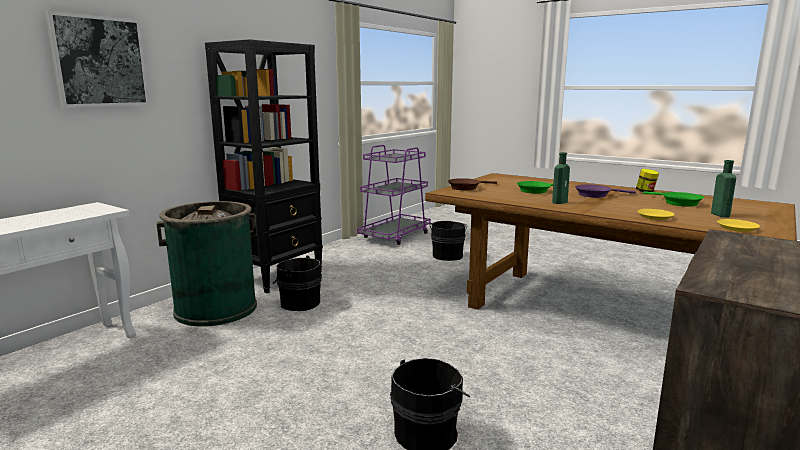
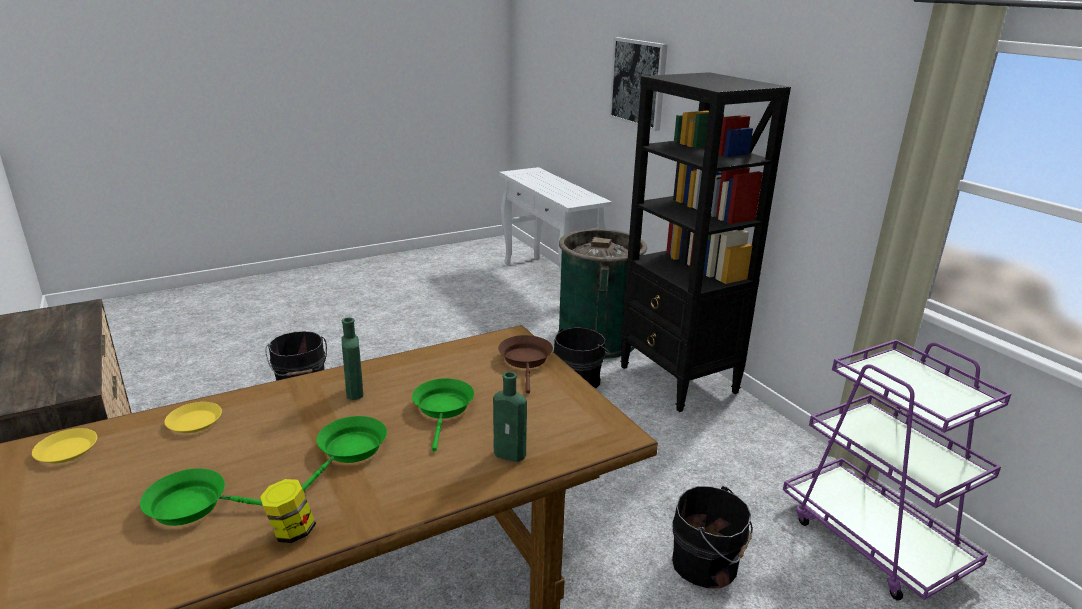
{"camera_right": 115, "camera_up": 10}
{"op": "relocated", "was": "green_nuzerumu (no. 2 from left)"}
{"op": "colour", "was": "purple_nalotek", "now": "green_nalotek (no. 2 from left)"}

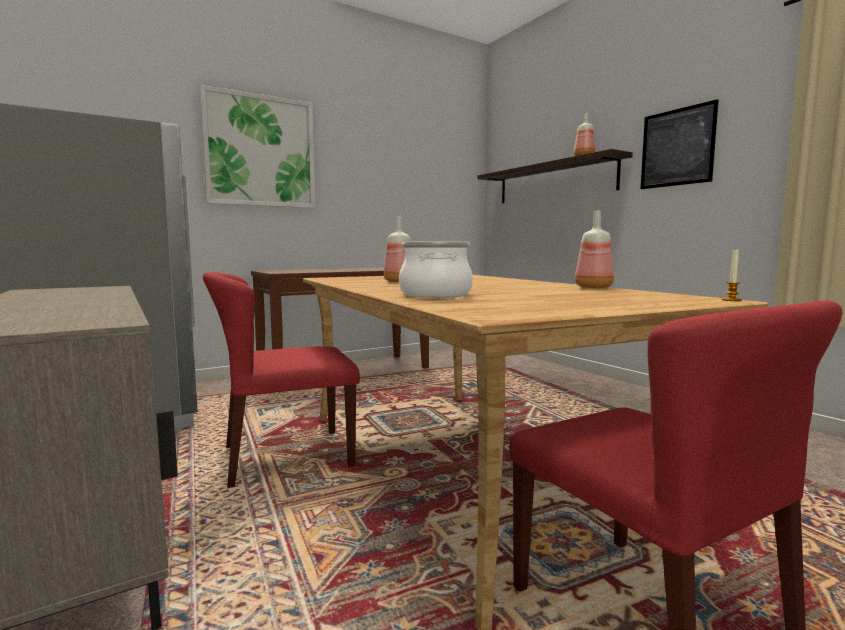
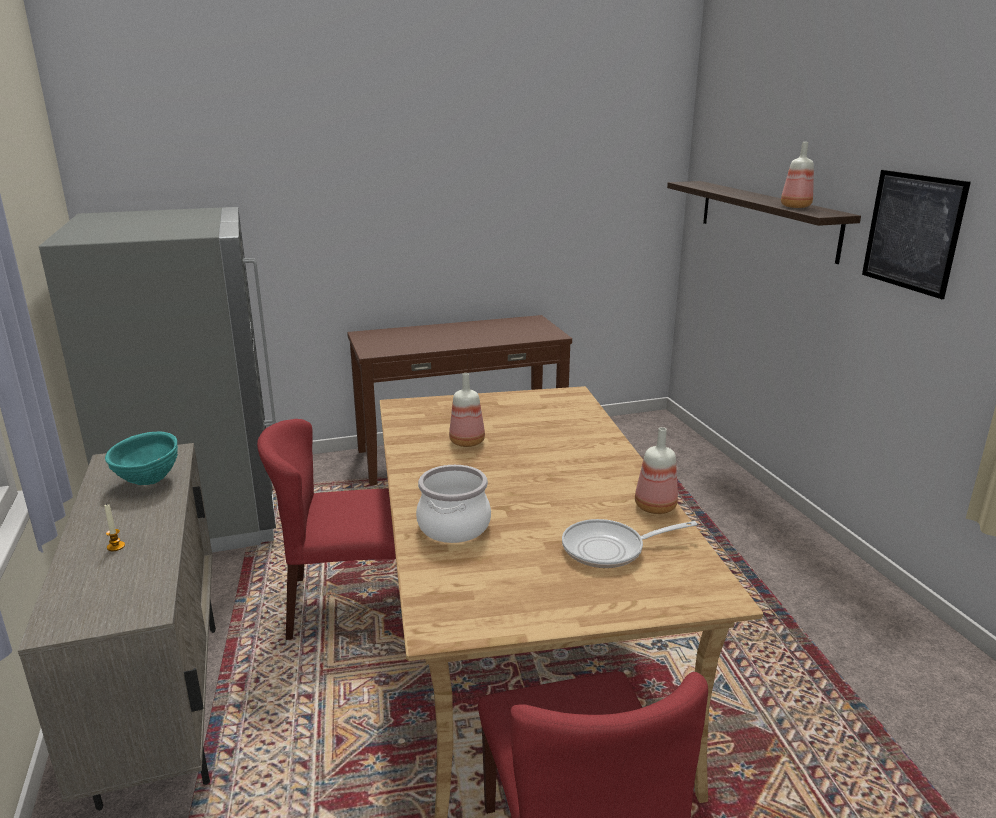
{"camera_right": 15, "camera_up": 15}
{"op": "missing", "was": "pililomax (no. 1 from left)"}
{"op": "appeared", "now": "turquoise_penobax"}
{"op": "appeared", "now": "nalotek"}
{"op": "relocated", "was": "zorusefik"}

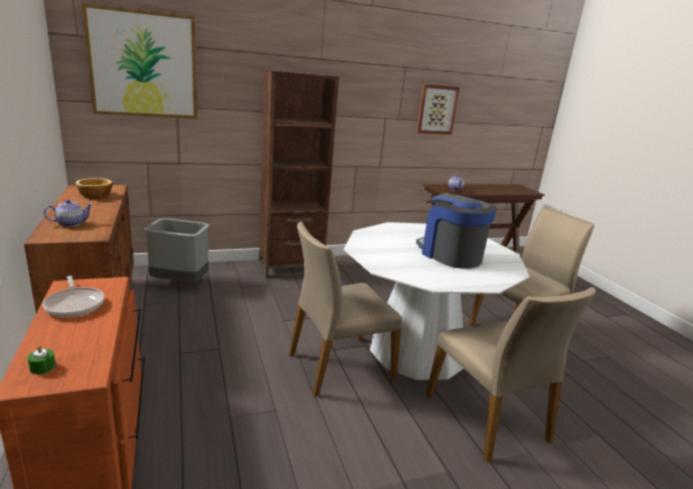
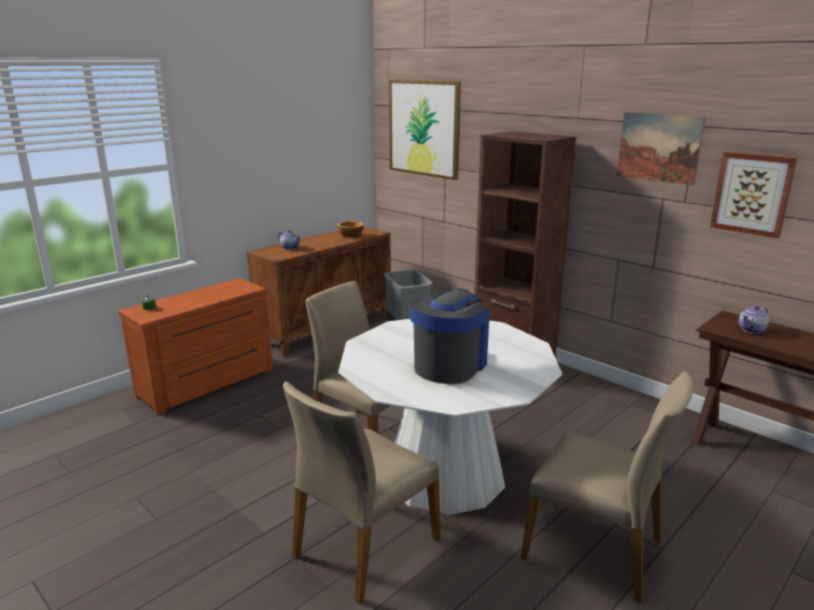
{"camera_right": 65, "camera_up": 0}
{"op": "missing", "was": "nalotek"}
{"op": "appeared", "now": "pililomax (no. 2 from left)"}

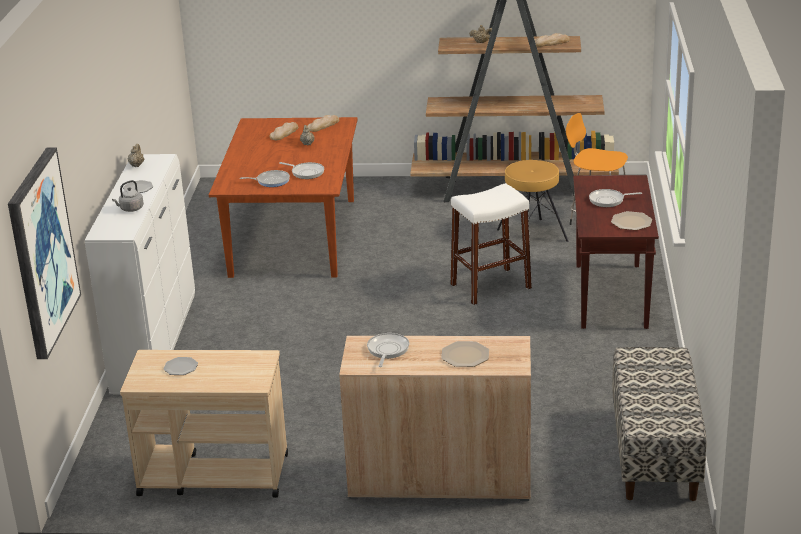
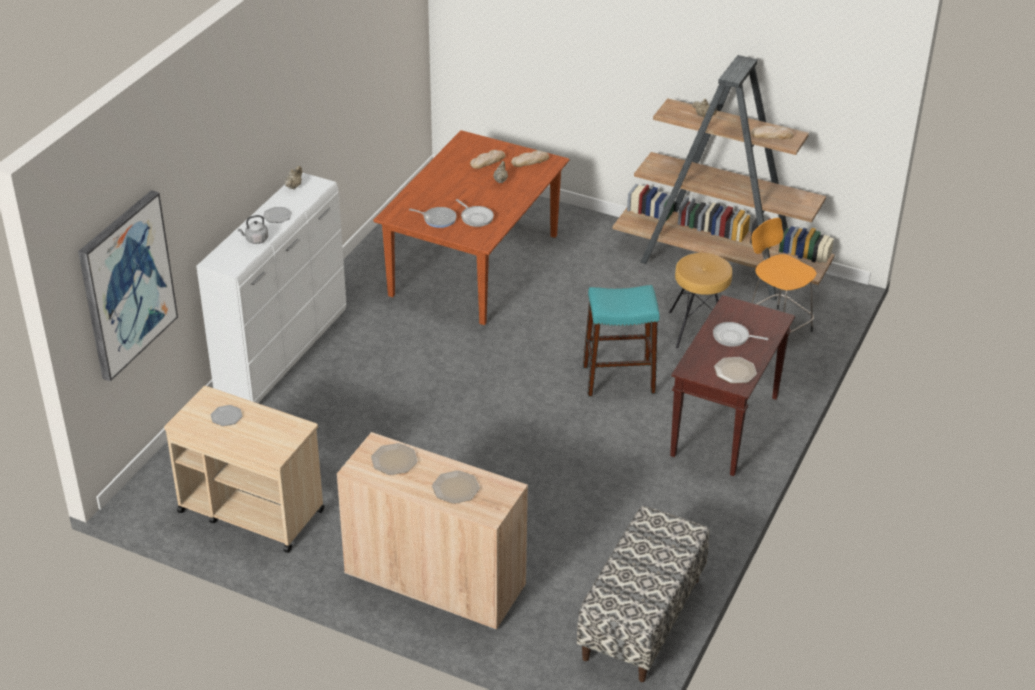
{"camera_right": 20, "camera_up": 10}
{"op": "exchanged", "was": "nalotek (no. 3 from left)", "now": "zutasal (no. 3 from left)"}
{"op": "colour", "was": "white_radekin", "now": "turquoise_radekin"}

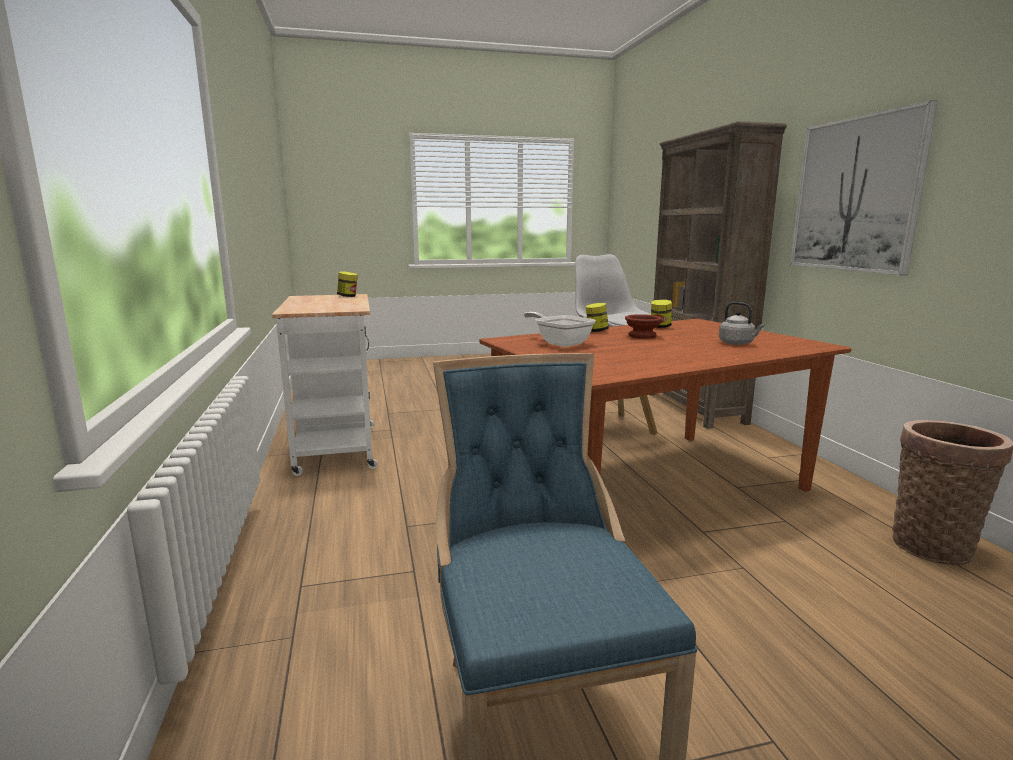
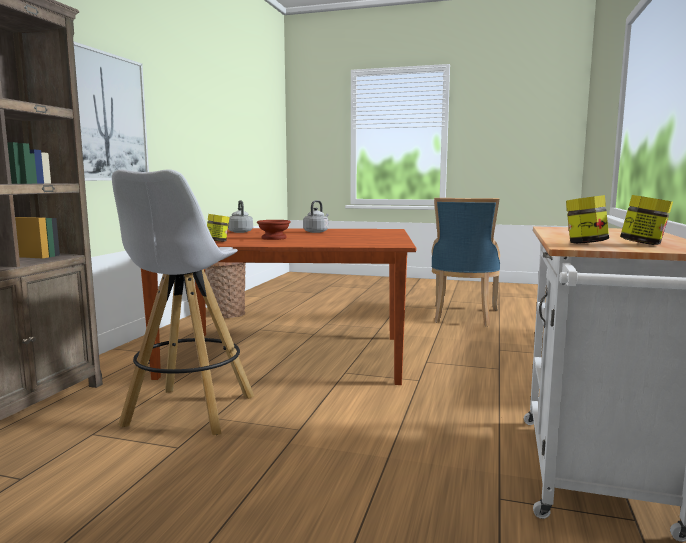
{"camera_right": -150, "camera_up": -5}
{"op": "missing", "was": "nalotek"}
{"op": "appeared", "now": "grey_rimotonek (no. 2 from left)"}
{"op": "relocated", "was": "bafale (no. 2 from left in the first image)", "now": "bafale (no. 3 from left)"}

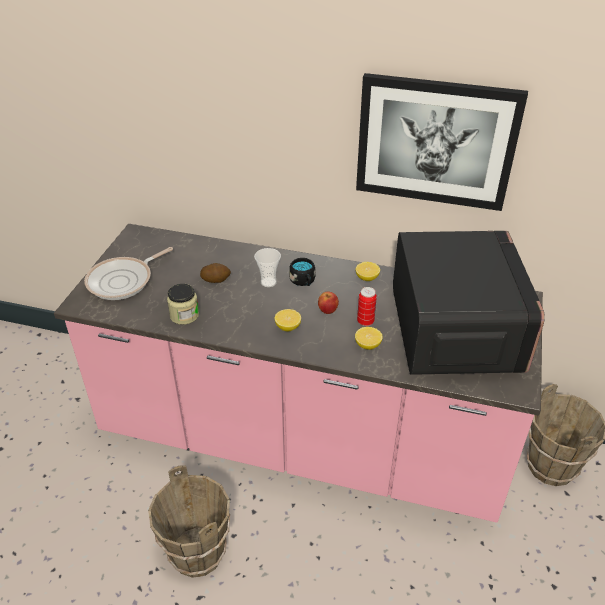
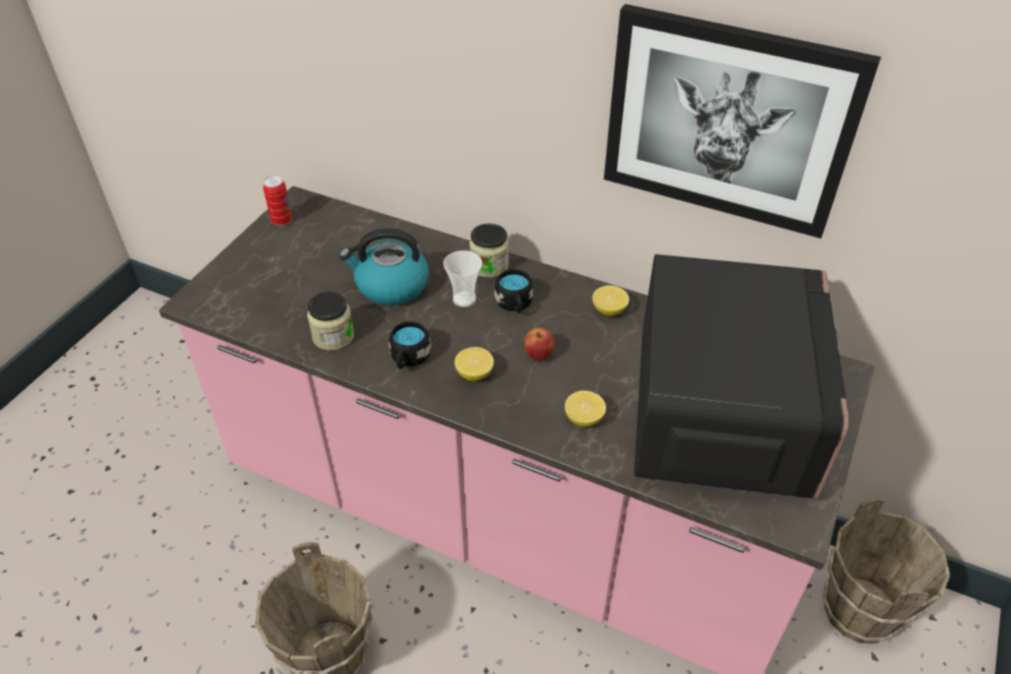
{"camera_right": 10, "camera_up": 5}
{"op": "missing", "was": "nalotek"}
{"op": "appeared", "now": "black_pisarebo (no. 1 from left)"}
{"op": "appeared", "now": "bafale (no. 2 from left)"}
{"op": "relocated", "was": "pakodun"}
{"op": "exchanged", "was": "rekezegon", "now": "rimotonek"}

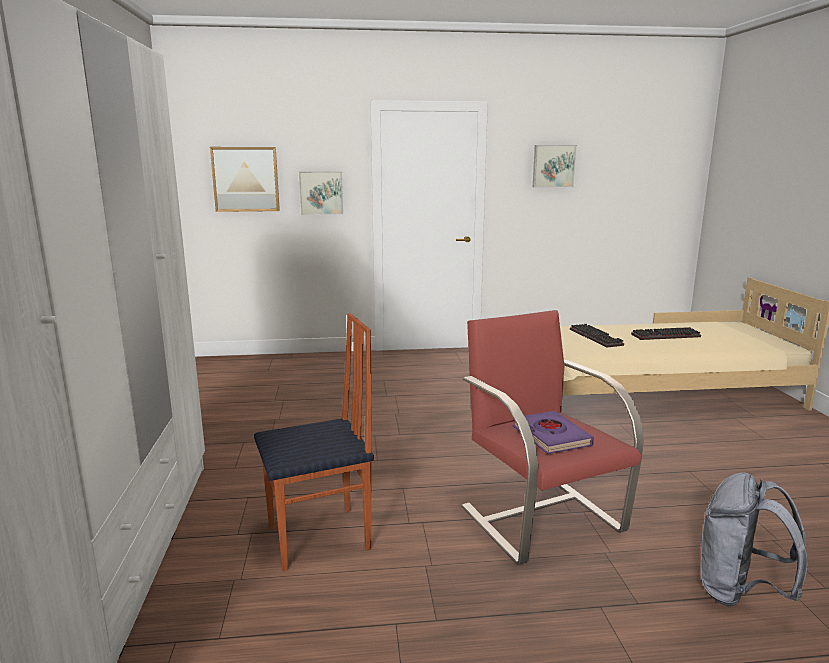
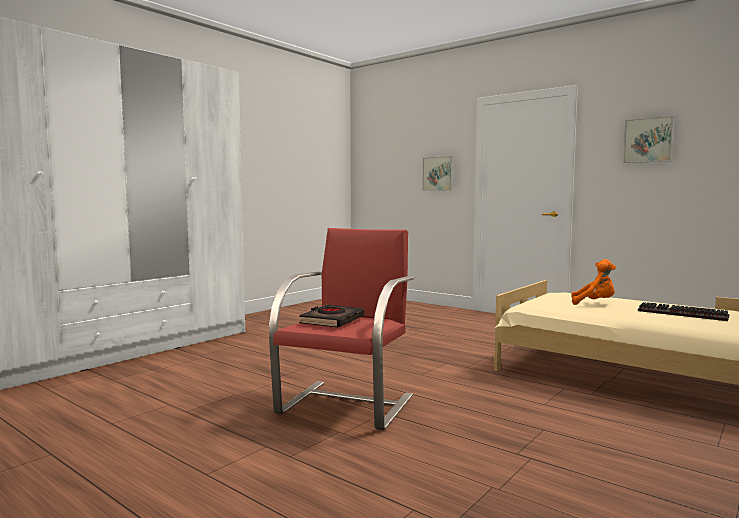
{"camera_right": 45, "camera_up": -10}
{"op": "missing", "was": "pililomax (no. 1 from left)"}
{"op": "missing", "was": "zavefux"}
{"op": "missing", "was": "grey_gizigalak"}
{"op": "exchanged", "was": "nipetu (no. 1 from left)", "now": "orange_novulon"}
{"op": "colour", "was": "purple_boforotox", "now": "black_boforotox"}

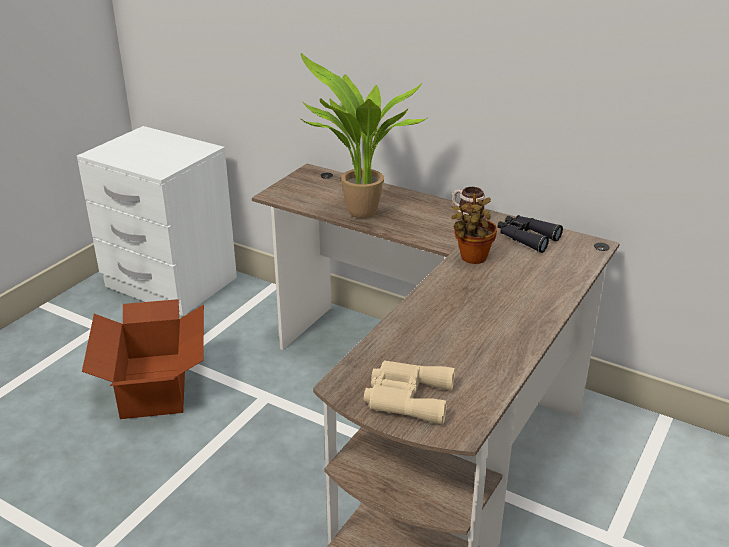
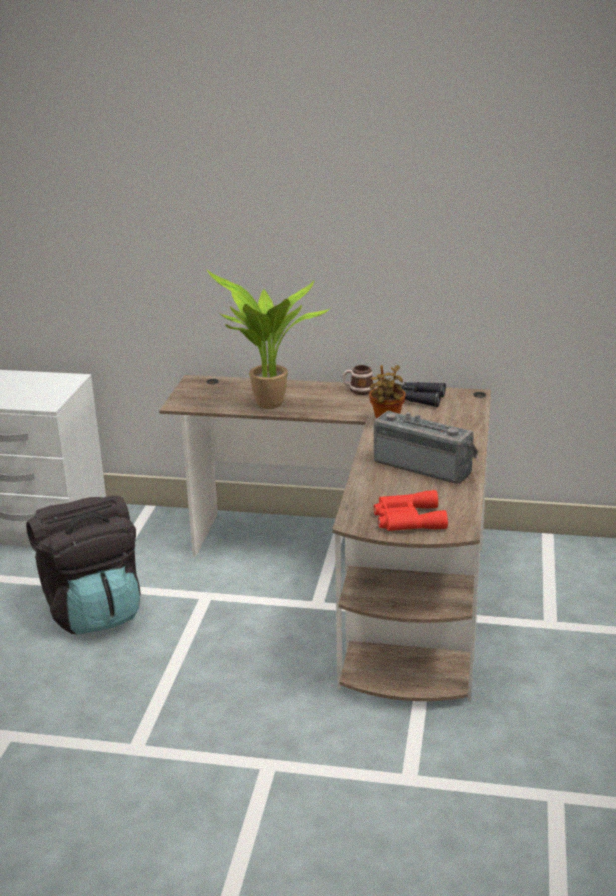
{"camera_right": -20, "camera_up": -5}
{"op": "appeared", "now": "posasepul"}
{"op": "exchanged", "was": "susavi", "now": "black_gizigalak"}
{"op": "colour", "was": "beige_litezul", "now": "red_litezul"}

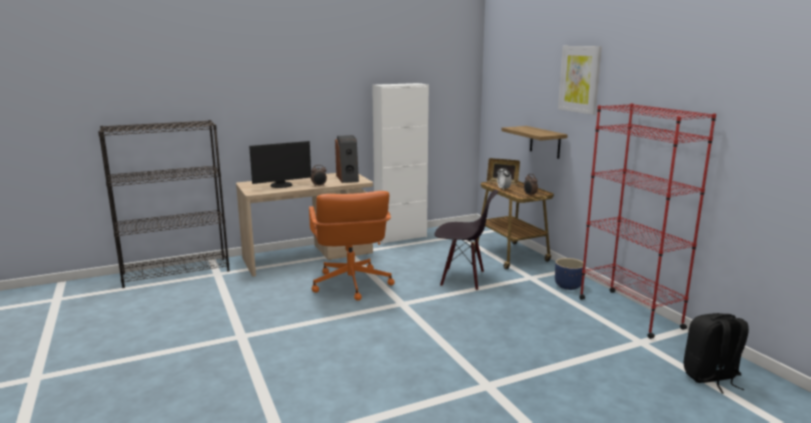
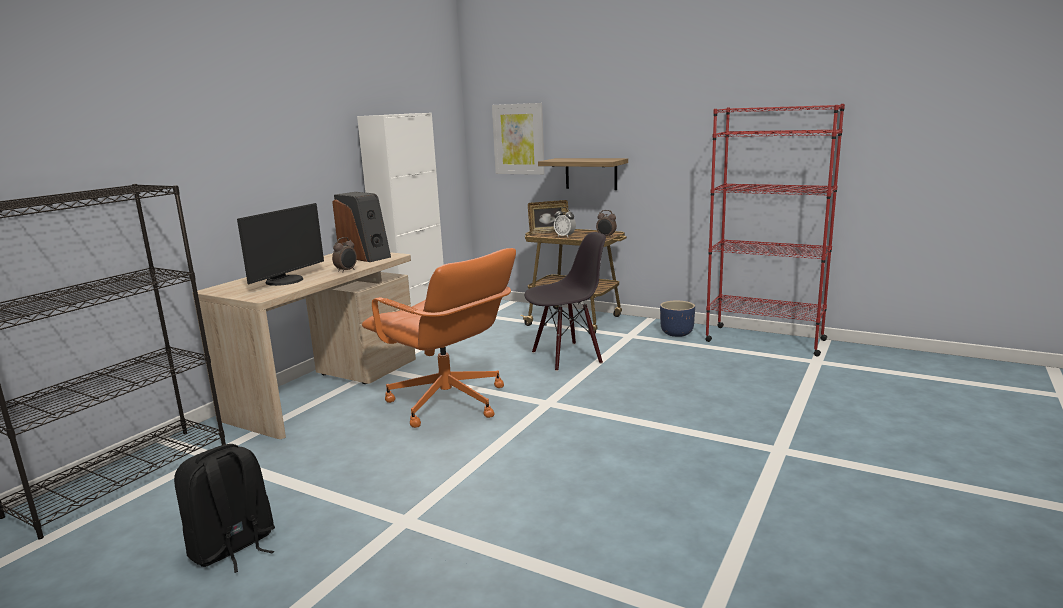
{"camera_right": -35, "camera_up": 0}
{"op": "relocated", "was": "pililomax"}
{"op": "relocated", "was": "black_gizigalak"}

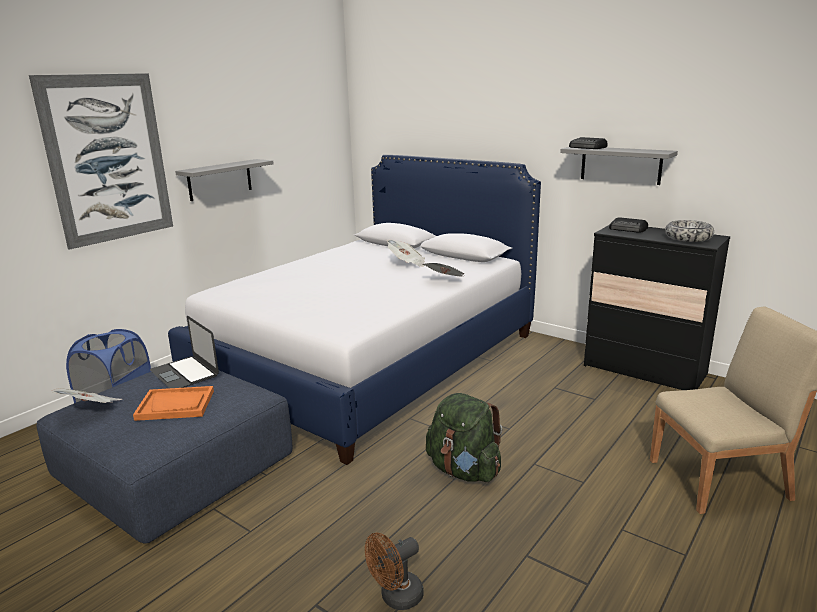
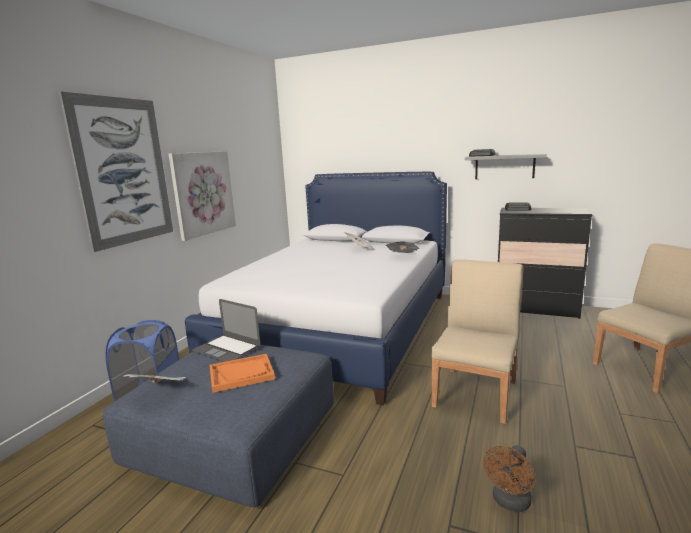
{"camera_right": -15, "camera_up": -5}
{"op": "missing", "was": "penobax"}
{"op": "exchanged", "was": "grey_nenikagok (no. 1 from left)", "now": "pililomax (no. 2 from left)"}
{"op": "exchanged", "was": "green_gizigalak", "now": "beige_zavefux (no. 1 from left)"}

